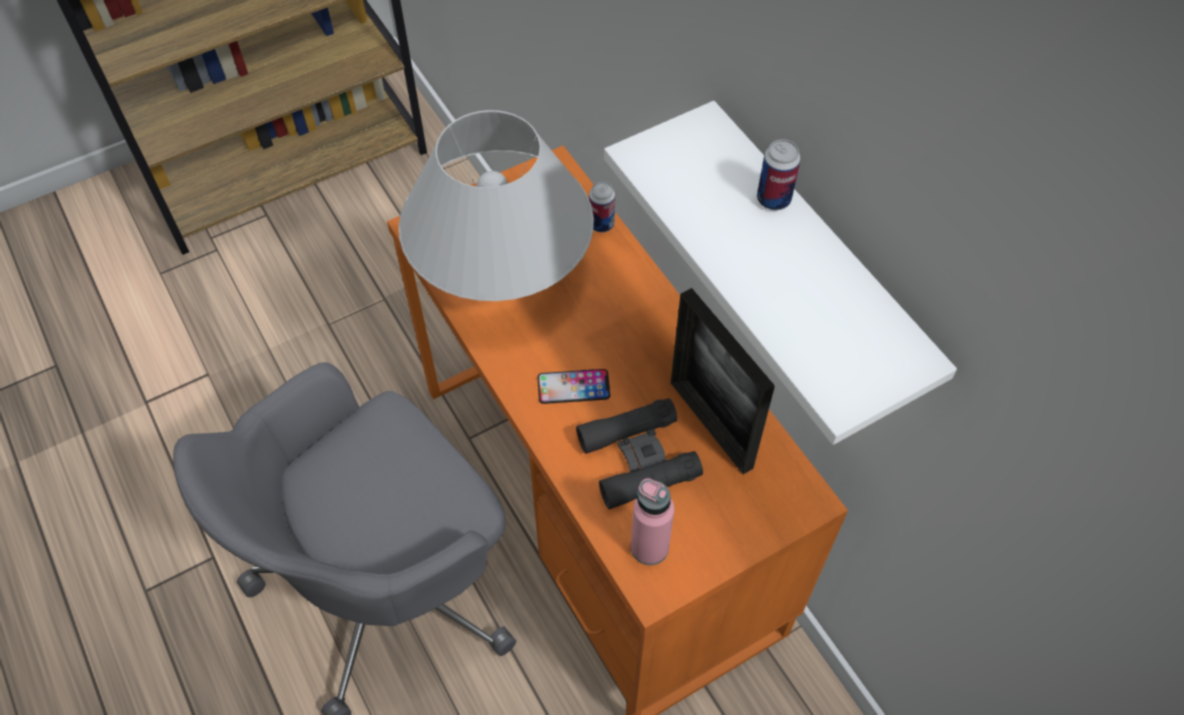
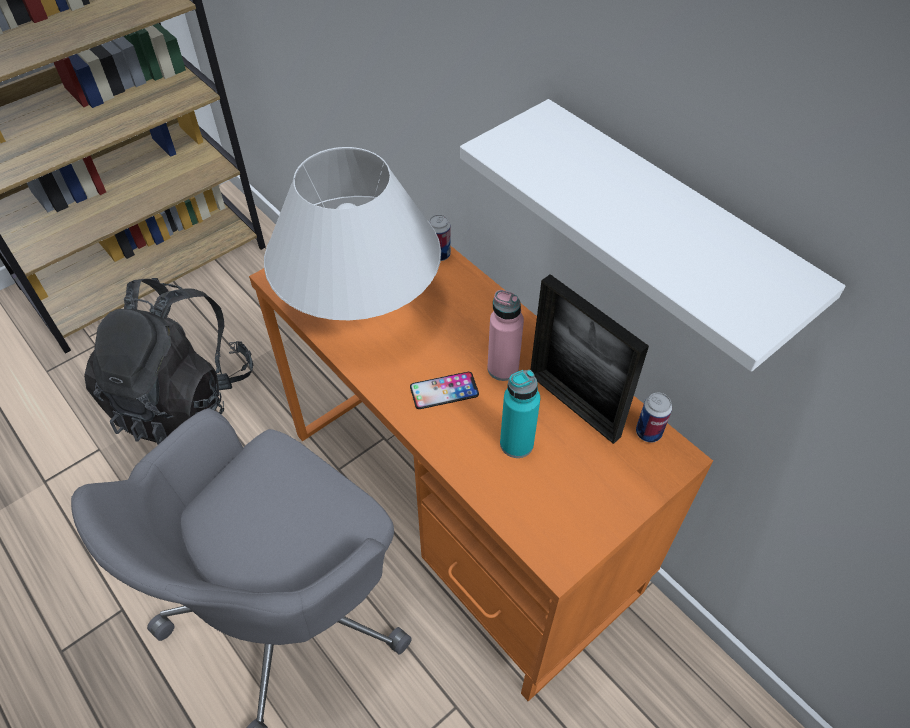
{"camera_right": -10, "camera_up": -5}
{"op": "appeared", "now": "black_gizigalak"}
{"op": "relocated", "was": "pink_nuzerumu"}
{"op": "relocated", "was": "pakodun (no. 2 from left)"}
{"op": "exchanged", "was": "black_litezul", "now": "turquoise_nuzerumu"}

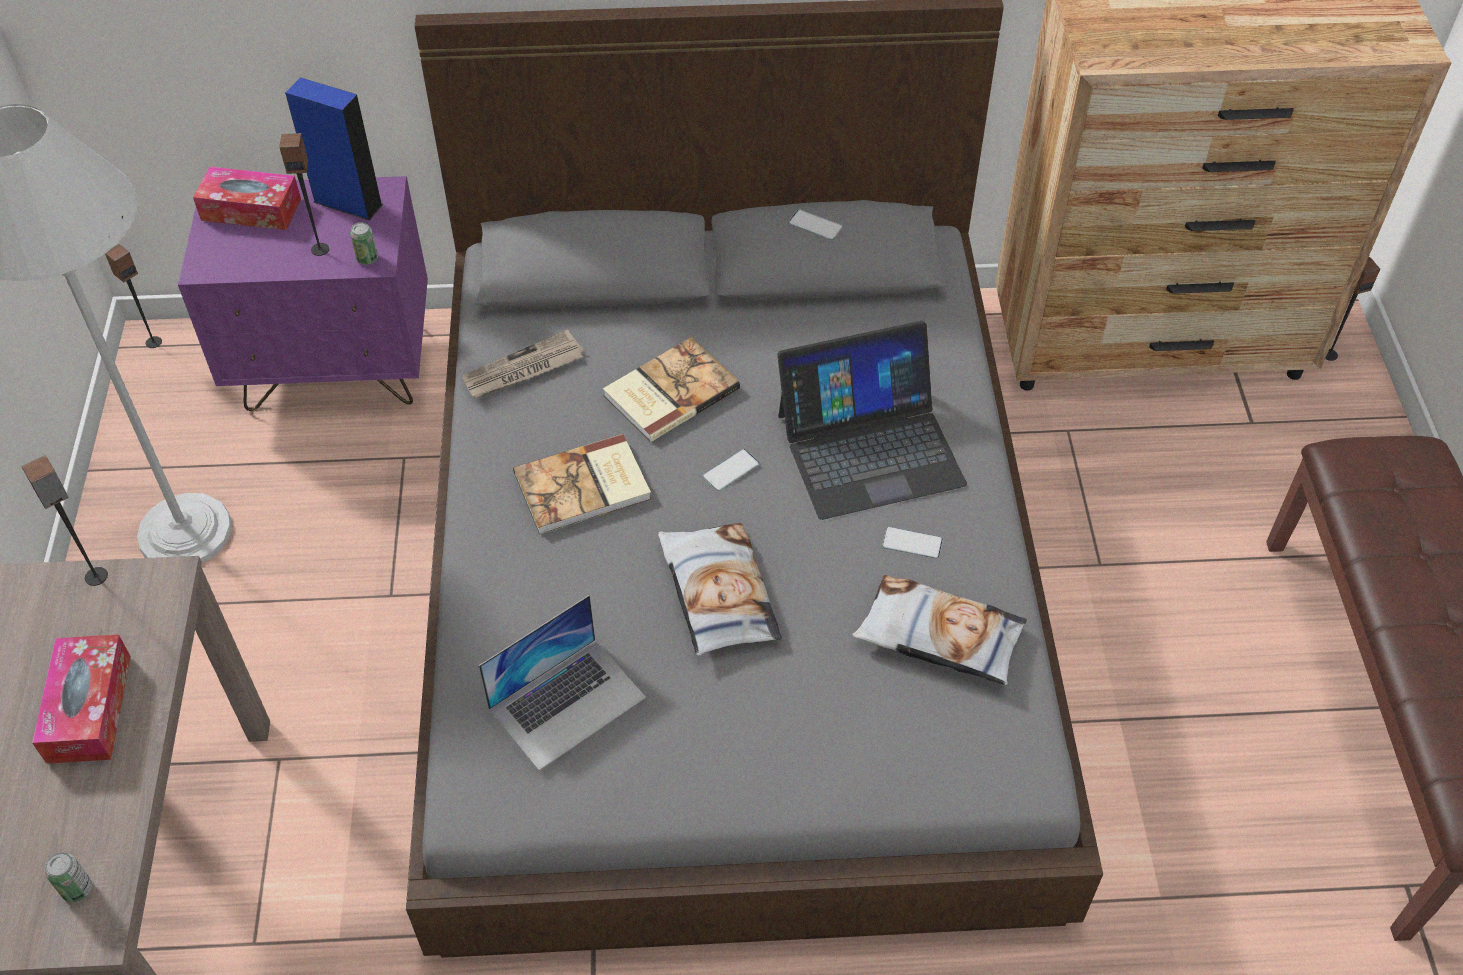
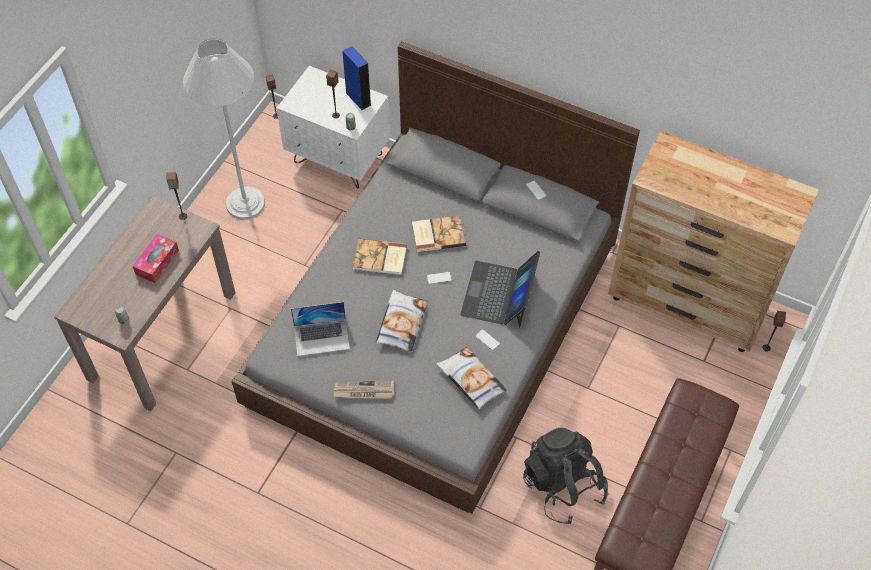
{"camera_right": 30, "camera_up": 5}
{"op": "missing", "was": "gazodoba (no. 2 from left)"}
{"op": "appeared", "now": "black_gizigalak"}
{"op": "relocated", "was": "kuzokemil"}
{"op": "colour", "was": "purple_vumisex", "now": "white_vumisex"}
{"op": "spun", "was": "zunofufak (no. 2 from left)", "clockwise": 90}

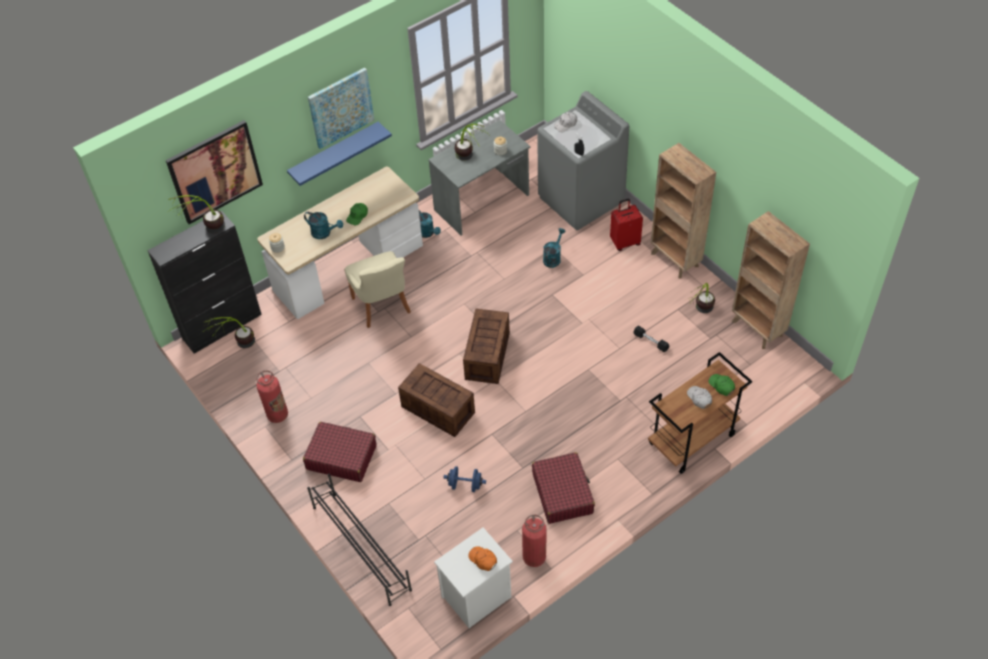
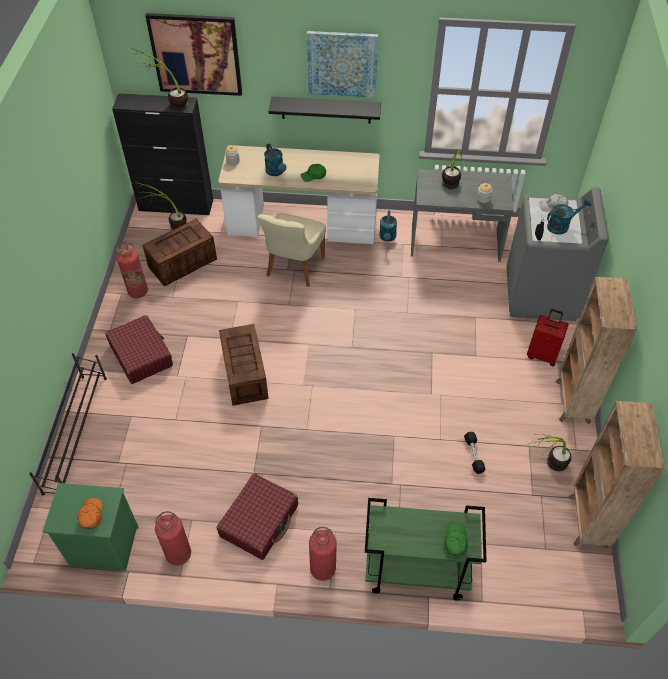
{"camera_right": 40, "camera_up": 0}
{"op": "missing", "was": "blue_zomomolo"}
{"op": "missing", "was": "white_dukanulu (no. 2 from left)"}
{"op": "appeared", "now": "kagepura (no. 3 from left)"}
{"op": "relocated", "was": "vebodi (no. 2 from left in the first image)", "now": "vebodi (no. 1 from left)"}
{"op": "relocated", "was": "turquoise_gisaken (no. 3 from left)"}
{"op": "colour", "was": "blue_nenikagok", "now": "black_nenikagok"}
{"op": "colour", "was": "white_vumisex", "now": "green_vumisex"}
{"op": "colour", "was": "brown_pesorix", "now": "green_pesorix"}

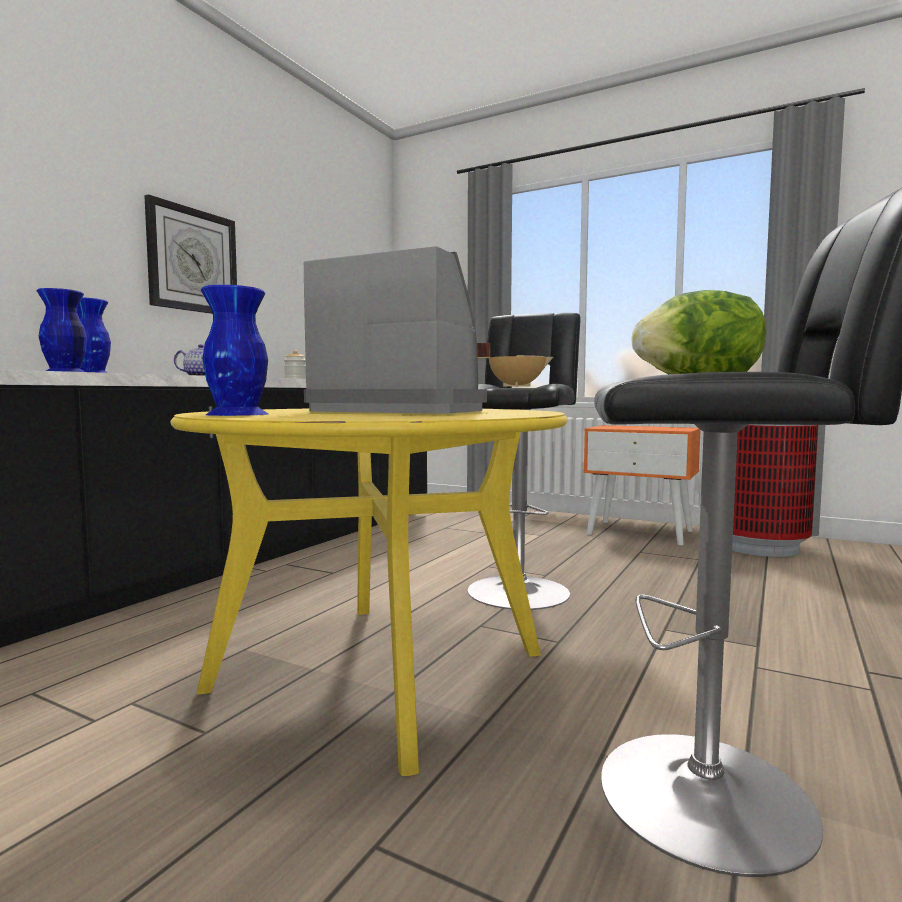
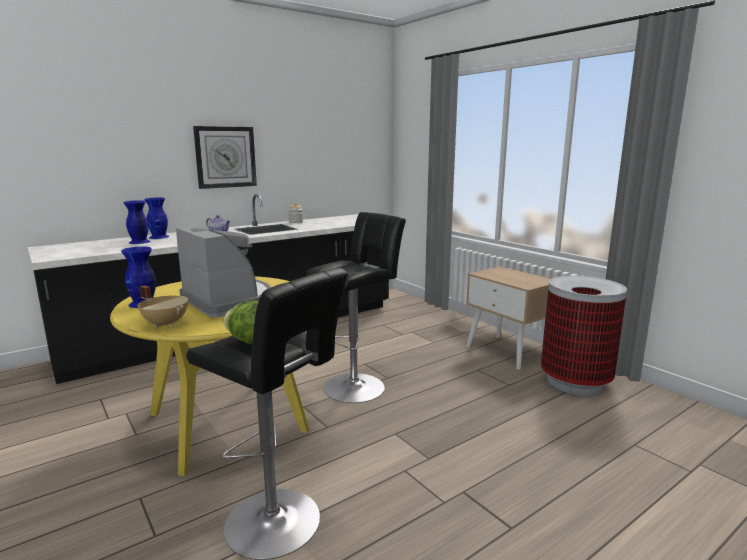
{"camera_right": 25, "camera_up": 10}
{"op": "relocated", "was": "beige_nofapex"}
{"op": "colour", "was": "orange_vumisex", "now": "beige_vumisex"}

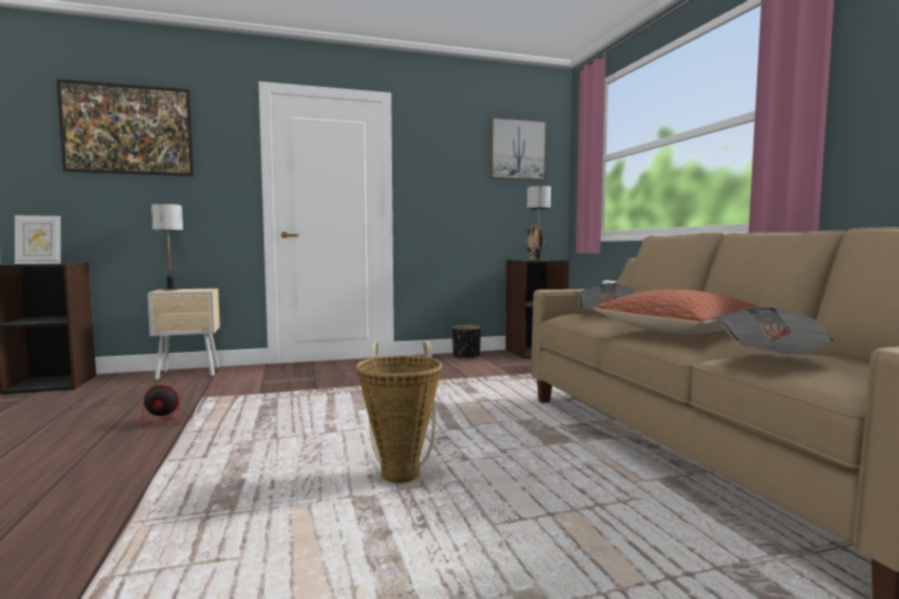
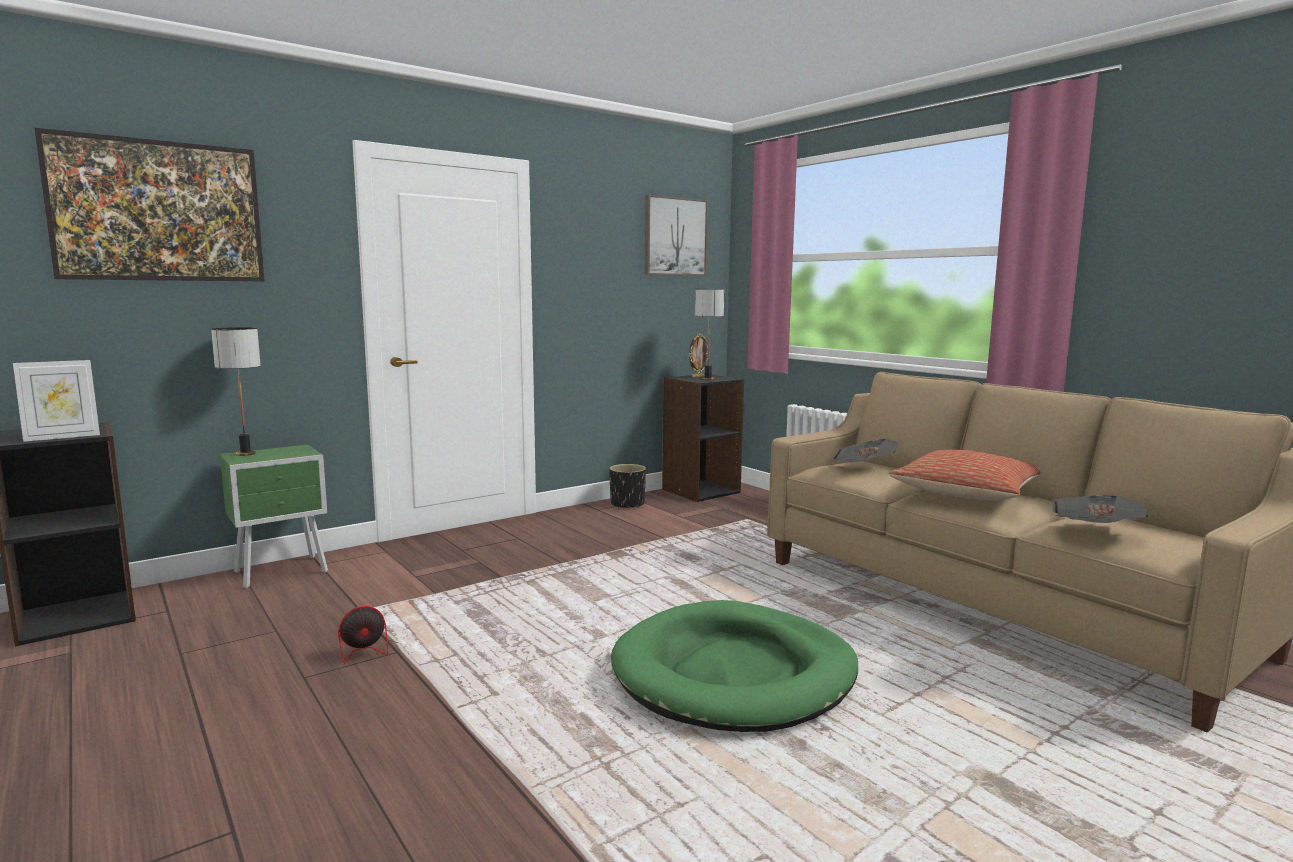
{"camera_right": -20, "camera_up": 5}
{"op": "exchanged", "was": "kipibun", "now": "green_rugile"}
{"op": "colour", "was": "beige_vumisex", "now": "green_vumisex"}

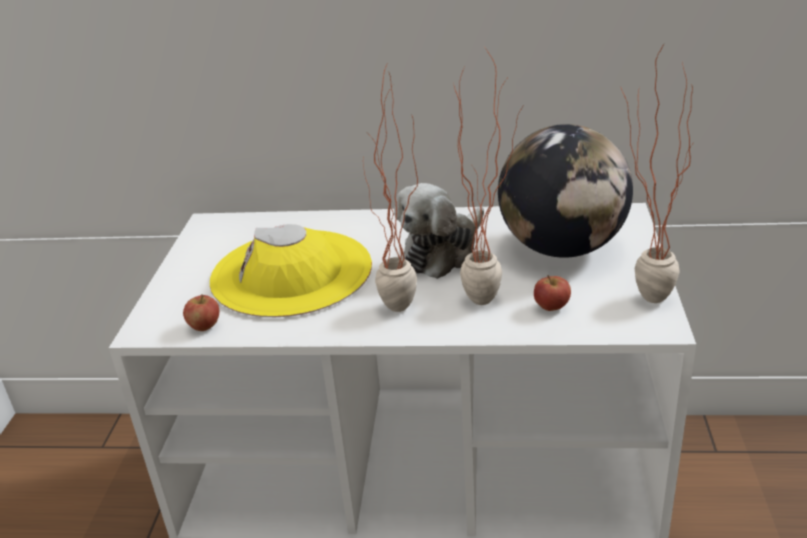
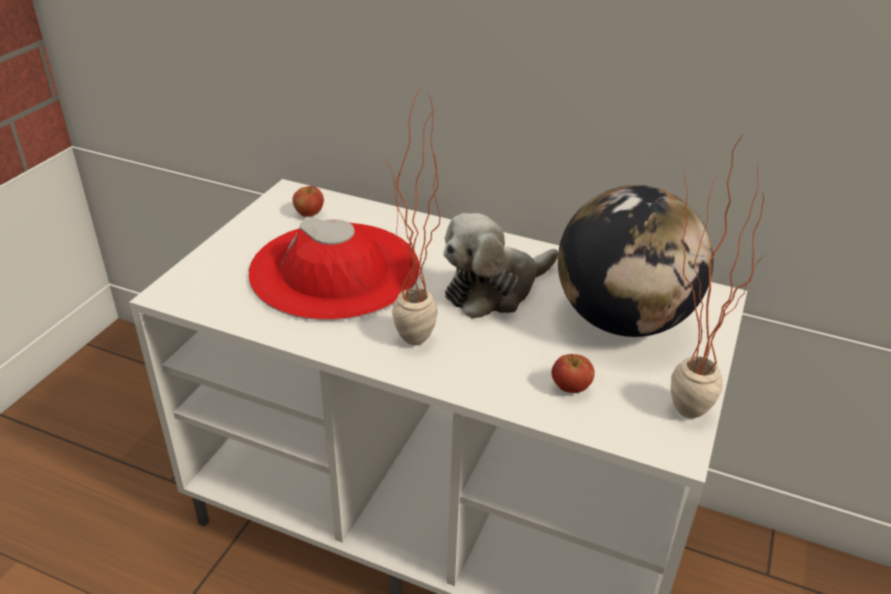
{"camera_right": 15, "camera_up": 5}
{"op": "missing", "was": "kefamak (no. 2 from left)"}
{"op": "relocated", "was": "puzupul (no. 1 from left)"}
{"op": "colour", "was": "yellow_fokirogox", "now": "red_fokirogox"}

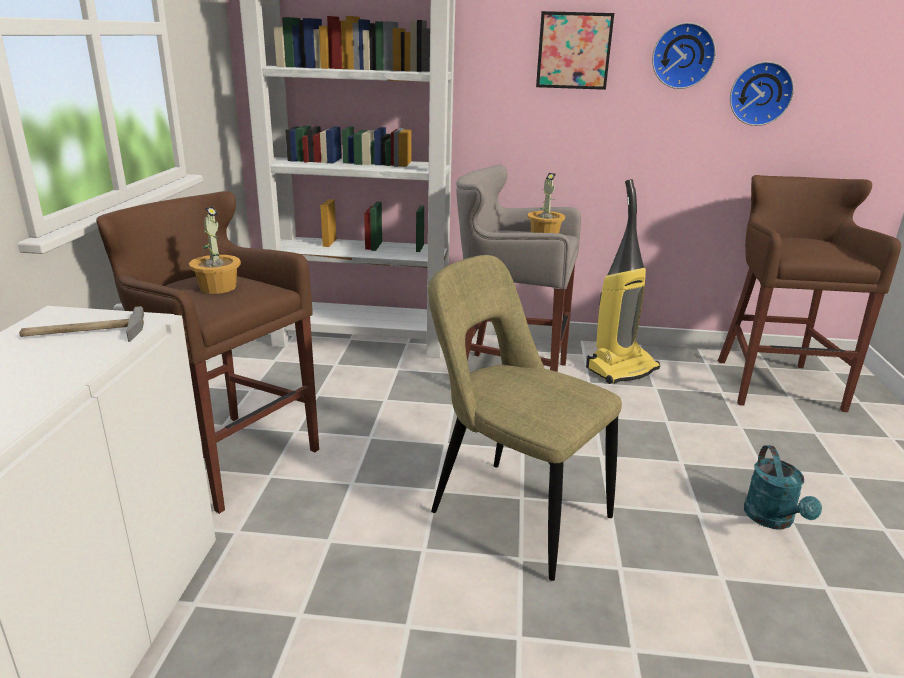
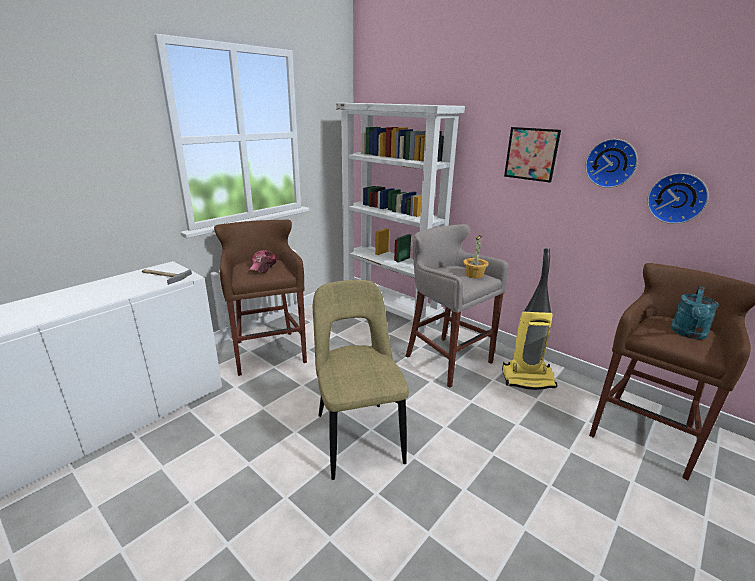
{"camera_right": 35, "camera_up": 0}
{"op": "relocated", "was": "turquoise_gisaken"}
{"op": "exchanged", "was": "kefamak (no. 1 from left)", "now": "dukanulu"}

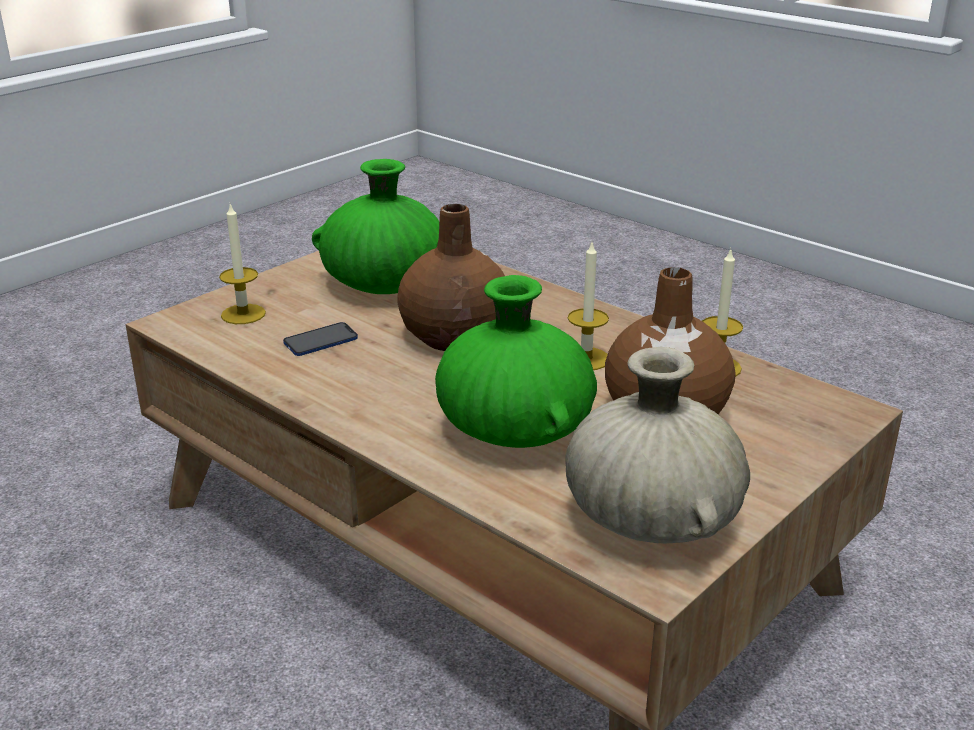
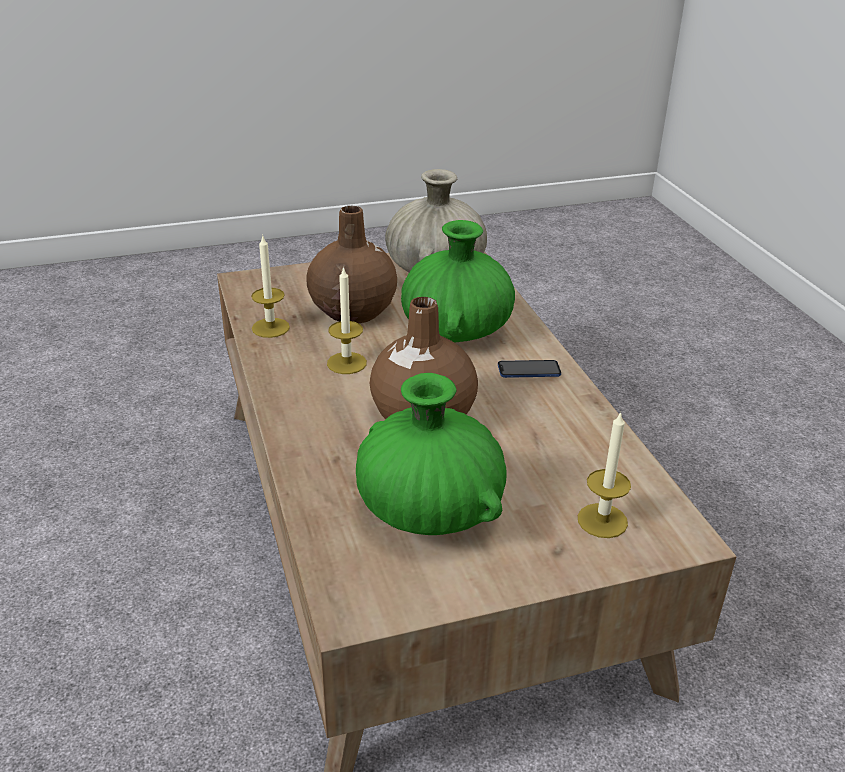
{"camera_right": -150, "camera_up": 5}
{"op": "relocated", "was": "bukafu"}

